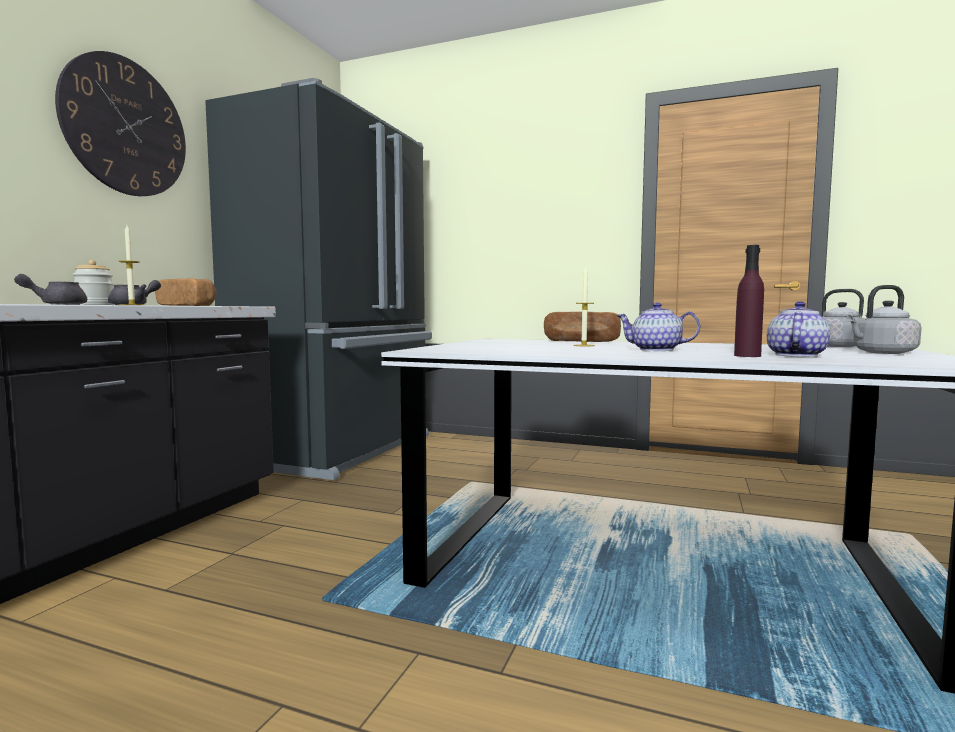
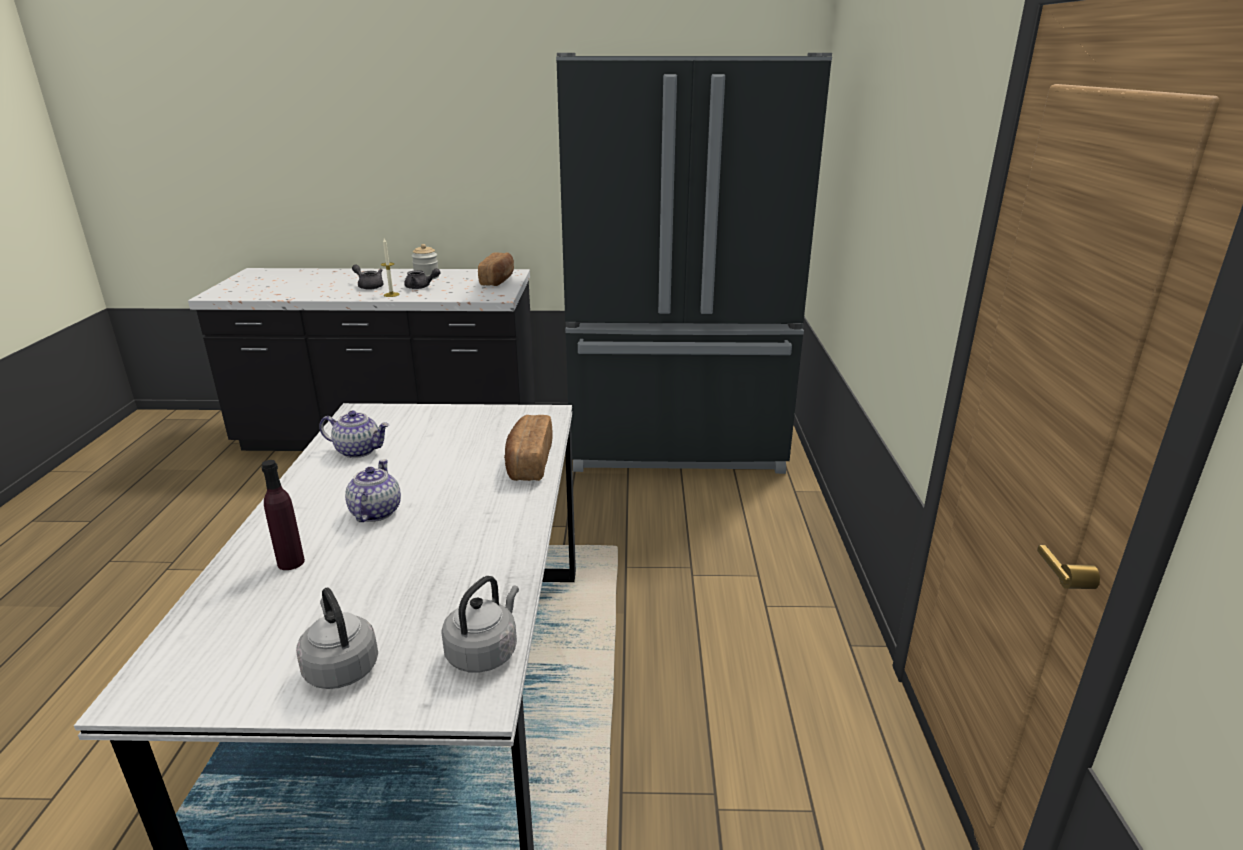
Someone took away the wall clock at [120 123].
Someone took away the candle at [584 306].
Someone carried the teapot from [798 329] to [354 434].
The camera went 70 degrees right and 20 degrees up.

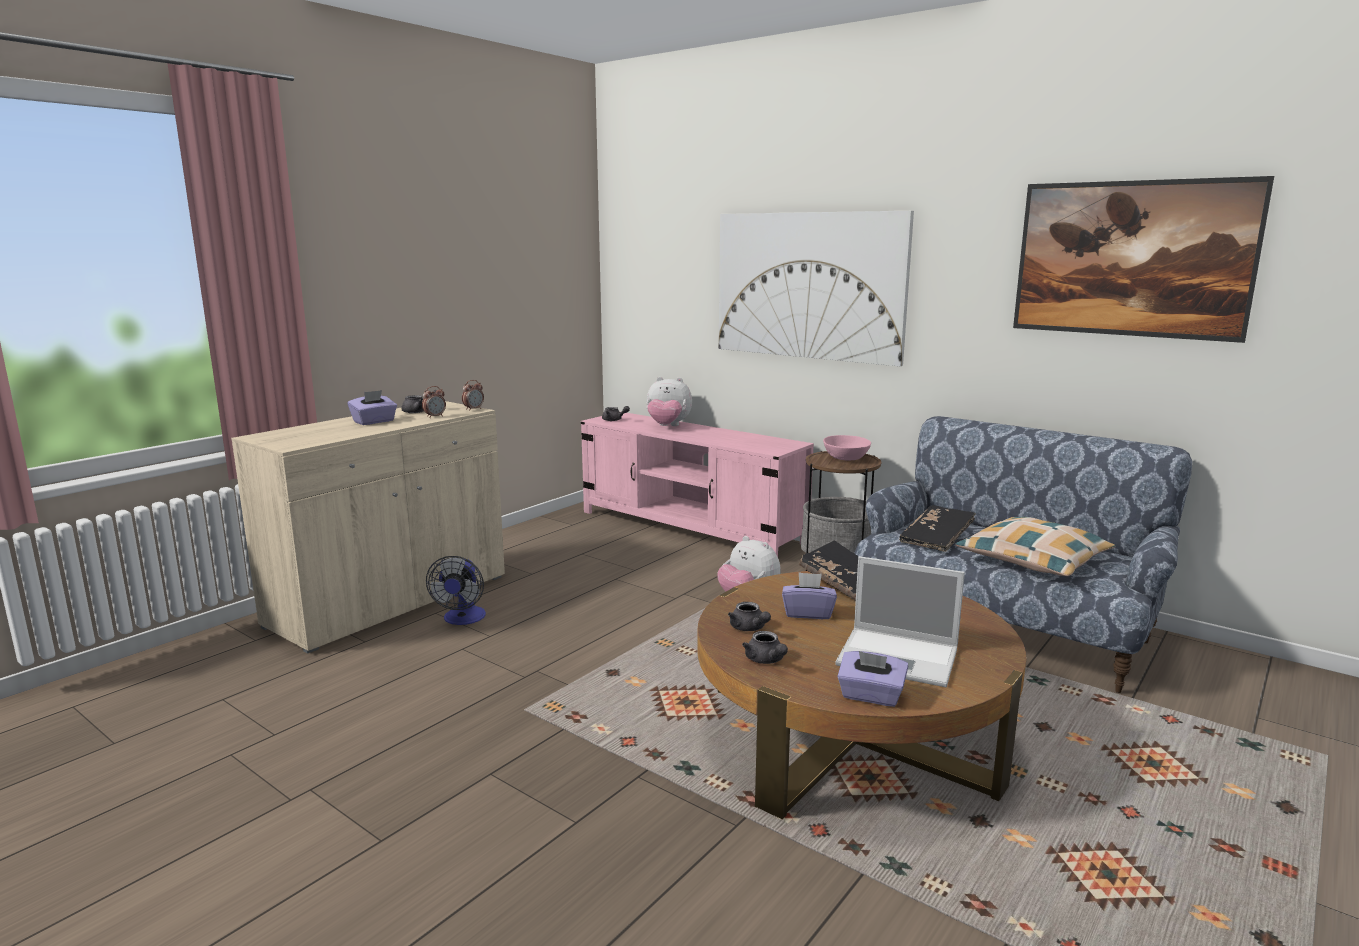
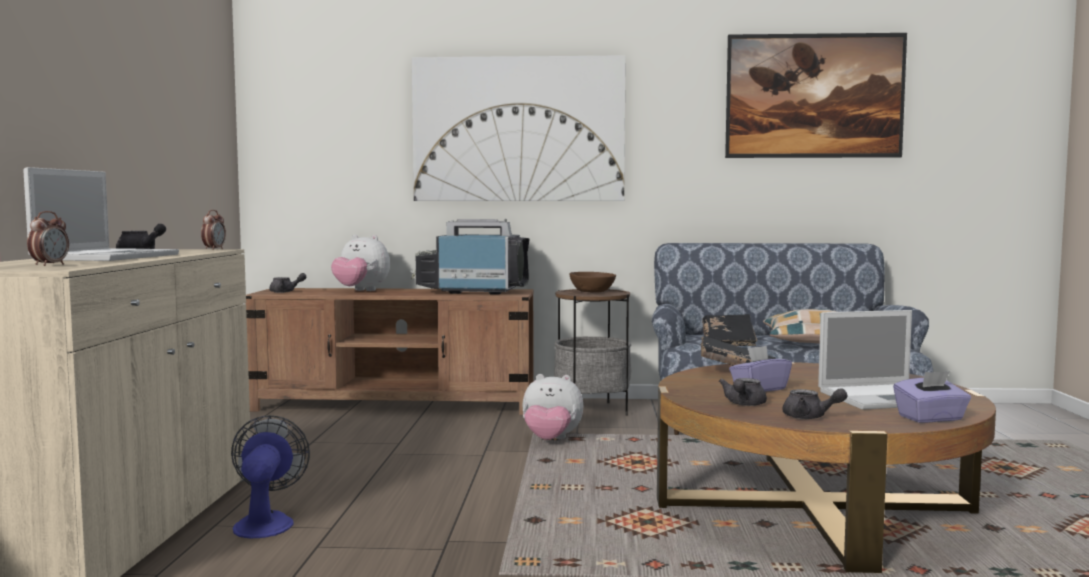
Someone swapped the purple tissue box at [372 407] for the laptop at [101 214].
Someone carried the alarm clock from [434 402] to [48 238].
Someone rotated the fan at [456 590] by 150 degrees counterclockwise.
Someone repainted the pink tv stand at [697 485], which became the brown tv stand at [389 351].
Someone rotated the plush toy at [669 401] by 45 degrees clockwise.
Someone rotated the grey teapot at [749 616] by 90 degrees clockwise.
Someone repainted the pink bowl at [847 448], which became the brown bowl at [592 282].
Someone put down the television at [470 257].
The camera went 35 degrees left and 10 degrees down.

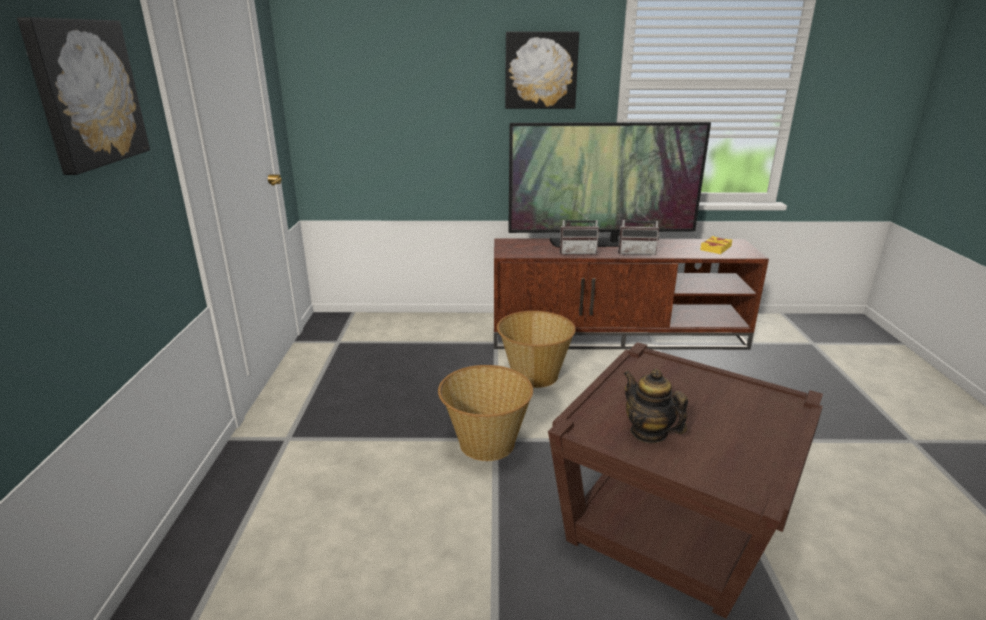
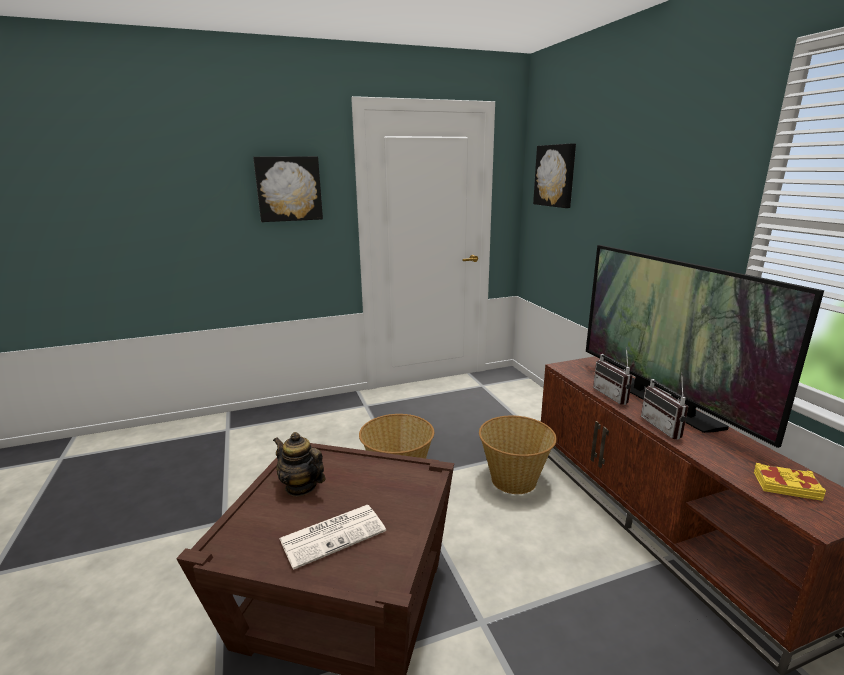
Someone carried the picture from [542 70] to [554 175].
Someone rotated the teapot at [655 406] by 90 degrees counterclockwise.
Someone put down the newspaper at [332 537].
The camera went 70 degrees right and 5 degrees down.

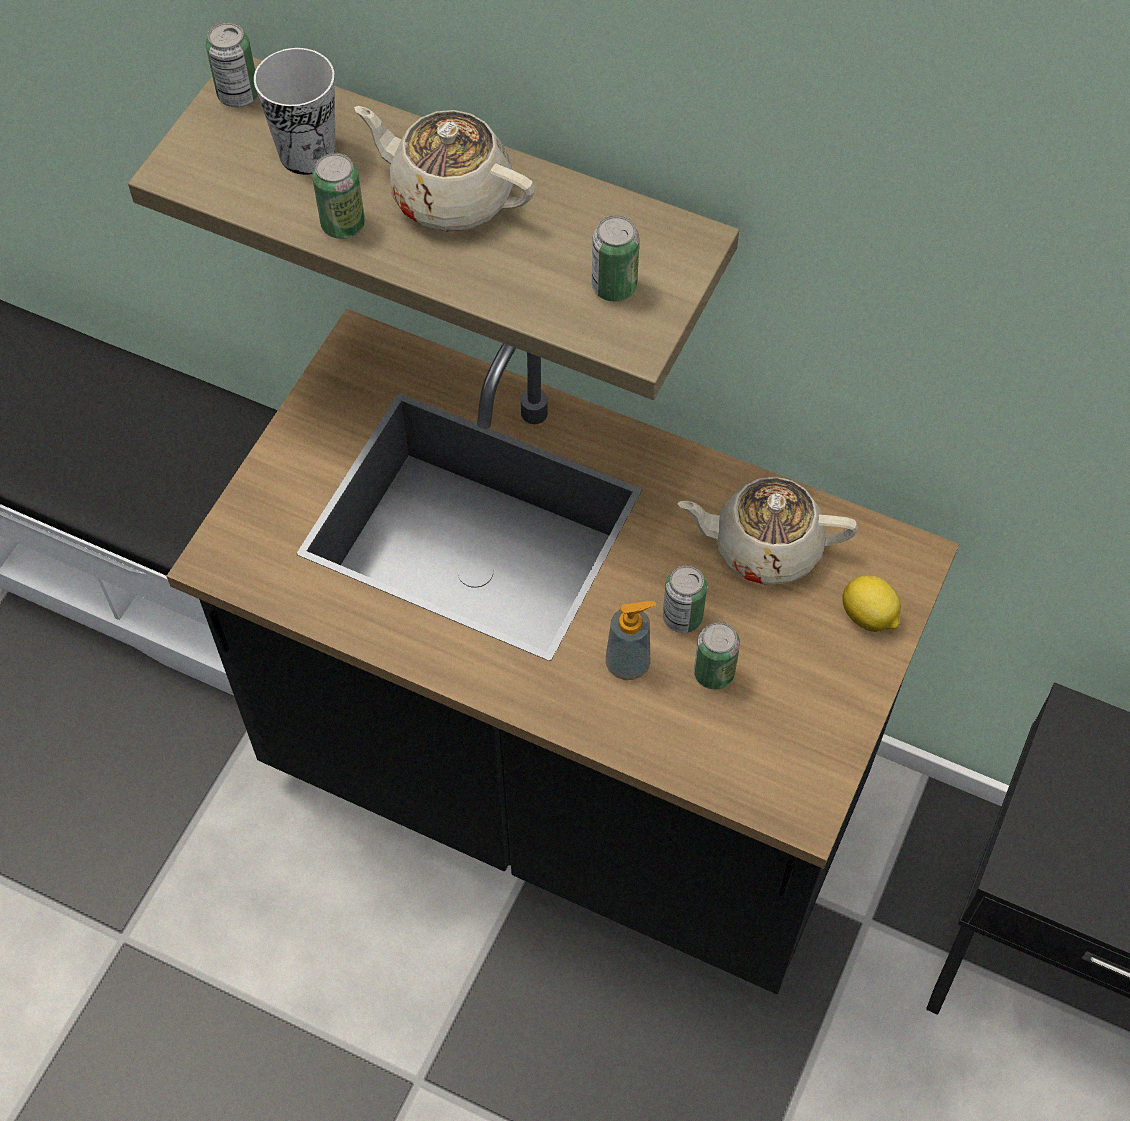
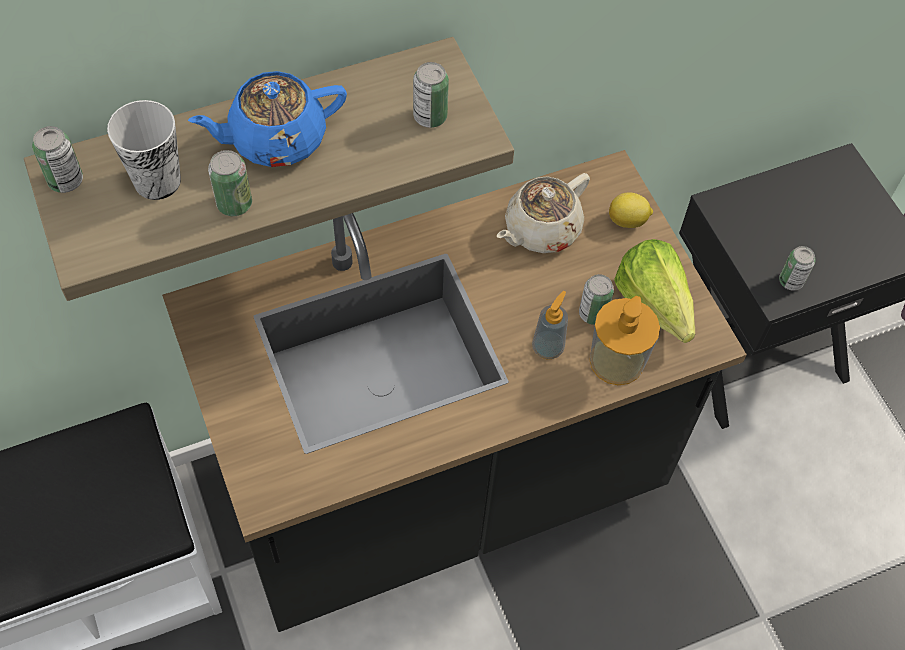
Someone repainted the beige teapot at [444 168], which became the blue teapot at [267 119].
Someone carried the can from [685 599] to [797 268].
Someone put down the soap dispenser at [625 340].
Someone put down the lettuce at [654 291].
The camera went 50 degrees left and 0 degrees up.

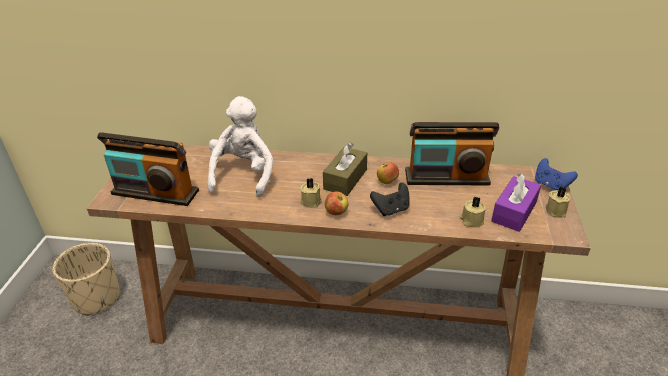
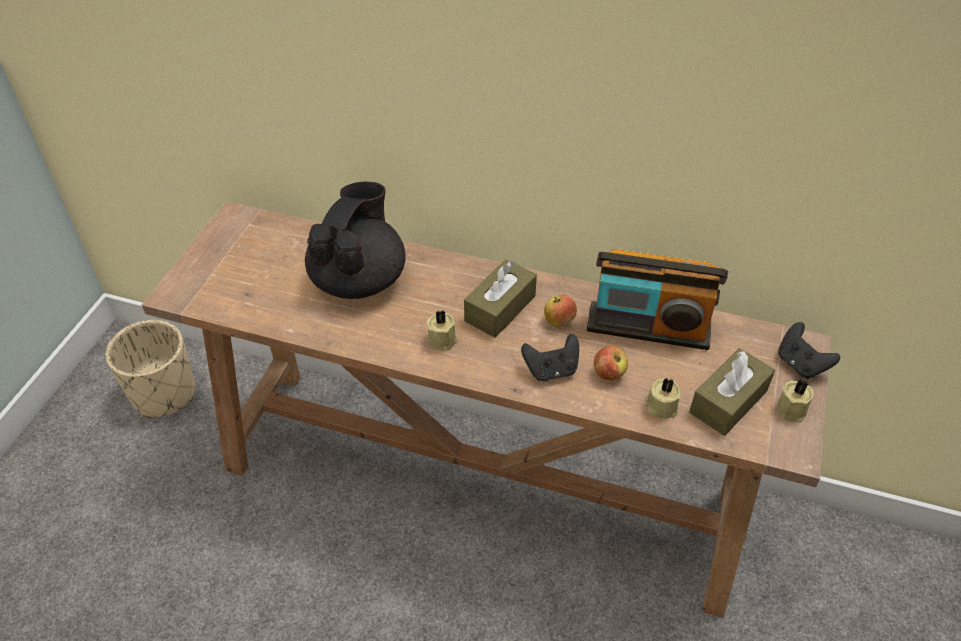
Someone took away the radio at [148 169].
Someone swapped the white plush toy at [240 147] for the black teapot at [355 240].
Someone carried the apple from [336 203] to [611 363].
Someone repainted the purple tissue box at [516 202], which became the brown tissue box at [732 392].
Someone repainted the blue game controller at [556 174], which became the black game controller at [809 350].
The camera went 10 degrees right and 10 degrees up.

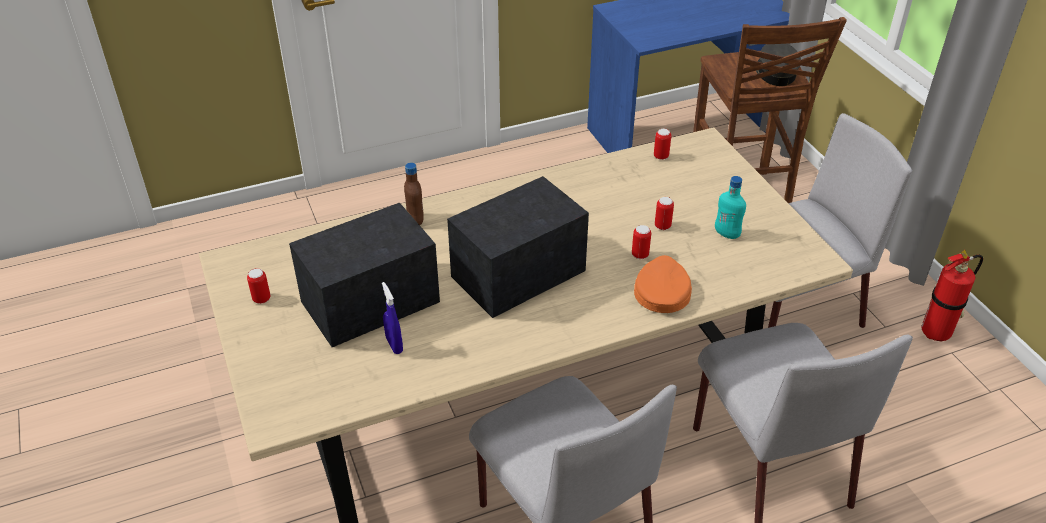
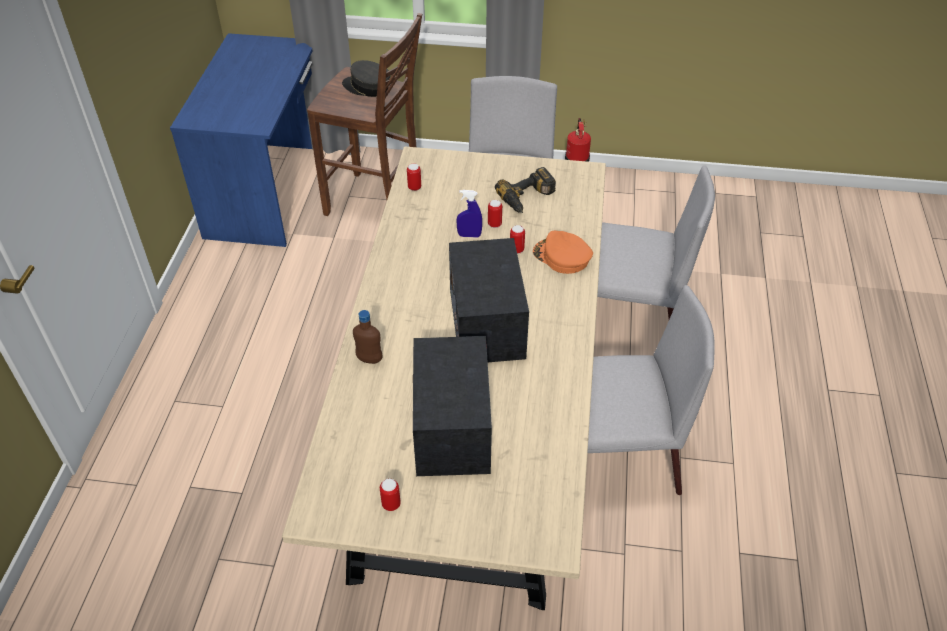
Someone carried the blue spray bottle from [392 318] to [469 214].
Someone swapped the turquoise bottle at [730 207] for the power drill at [525 190].
The camera went 60 degrees left and 5 degrees up.

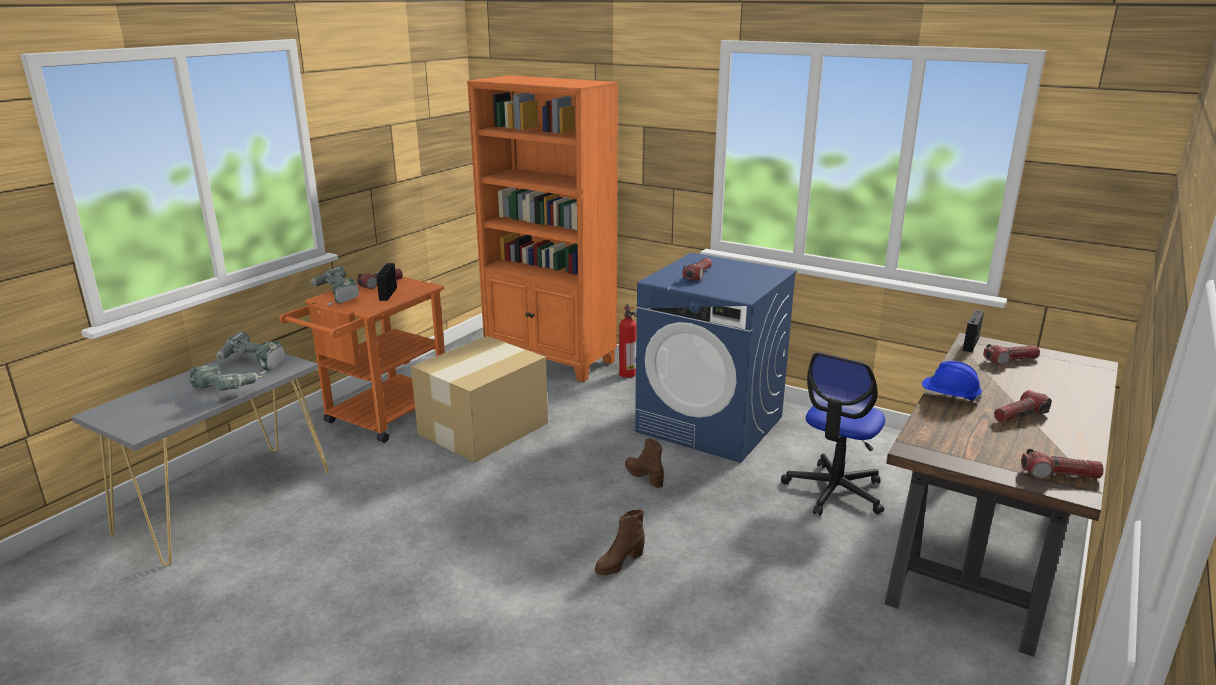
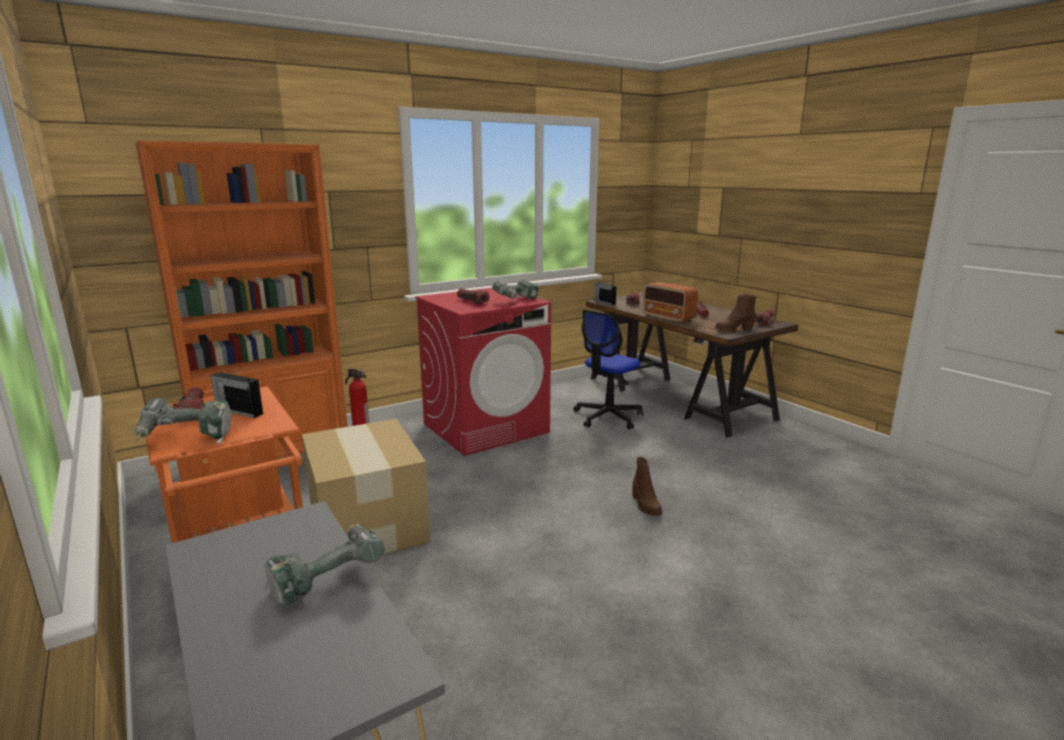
Someone carried the power drill from [249 353] to [517 289].
Someone carried the brown boot from [644 463] to [735 313].
Someone repainted the blue washing machine at [716 358], which became the red washing machine at [483 372].
Someone rotated the office chair at [833 434] by 75 degrees clockwise.
Someone swapped the blue hard hat at [952 381] for the radio at [670 302].
The camera went 65 degrees left and 5 degrees down.

